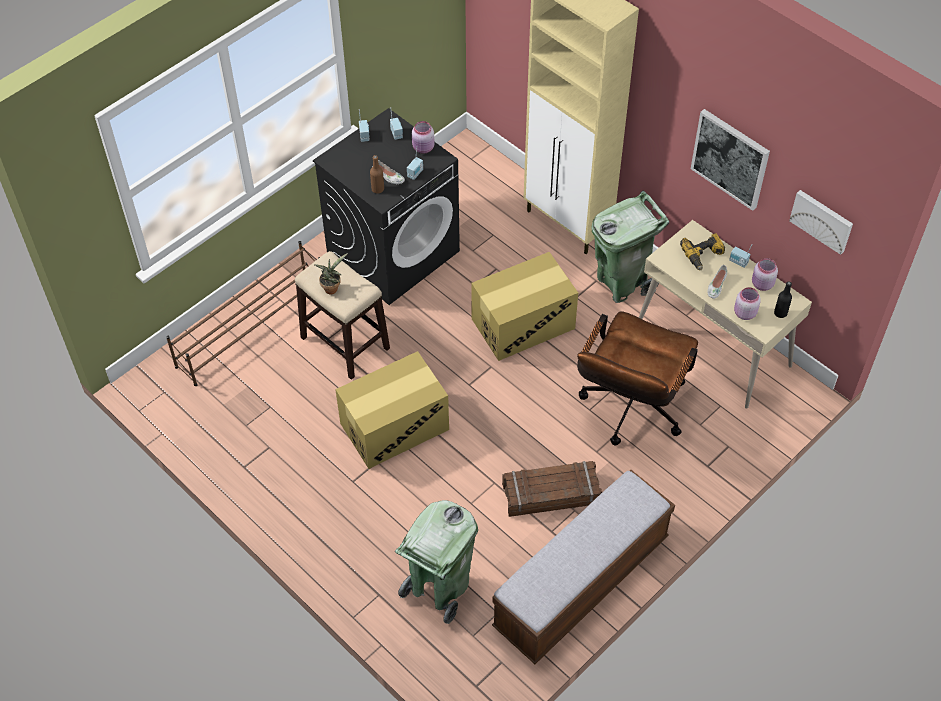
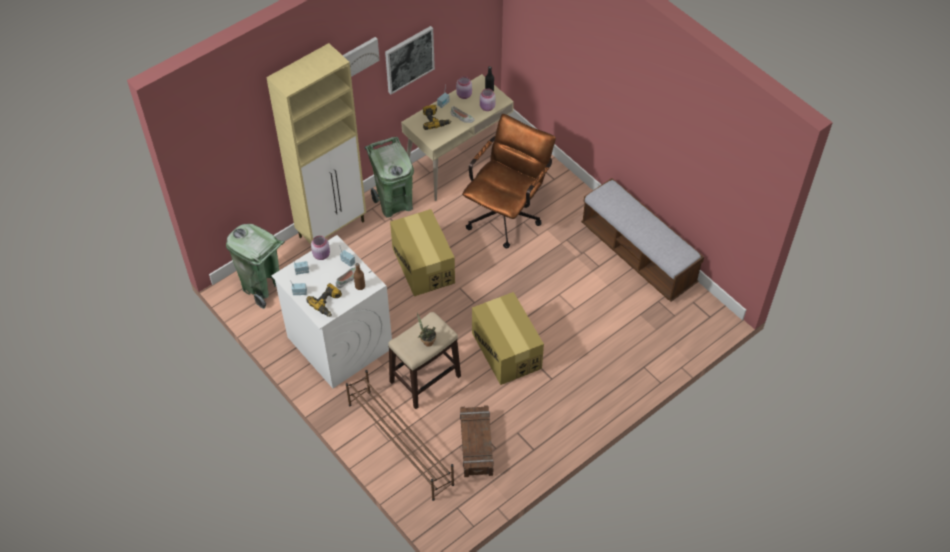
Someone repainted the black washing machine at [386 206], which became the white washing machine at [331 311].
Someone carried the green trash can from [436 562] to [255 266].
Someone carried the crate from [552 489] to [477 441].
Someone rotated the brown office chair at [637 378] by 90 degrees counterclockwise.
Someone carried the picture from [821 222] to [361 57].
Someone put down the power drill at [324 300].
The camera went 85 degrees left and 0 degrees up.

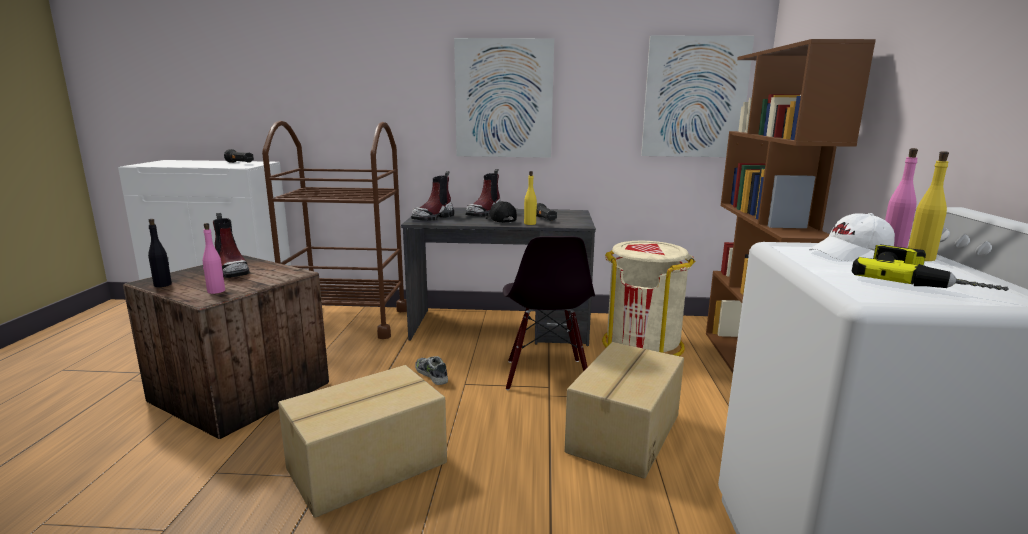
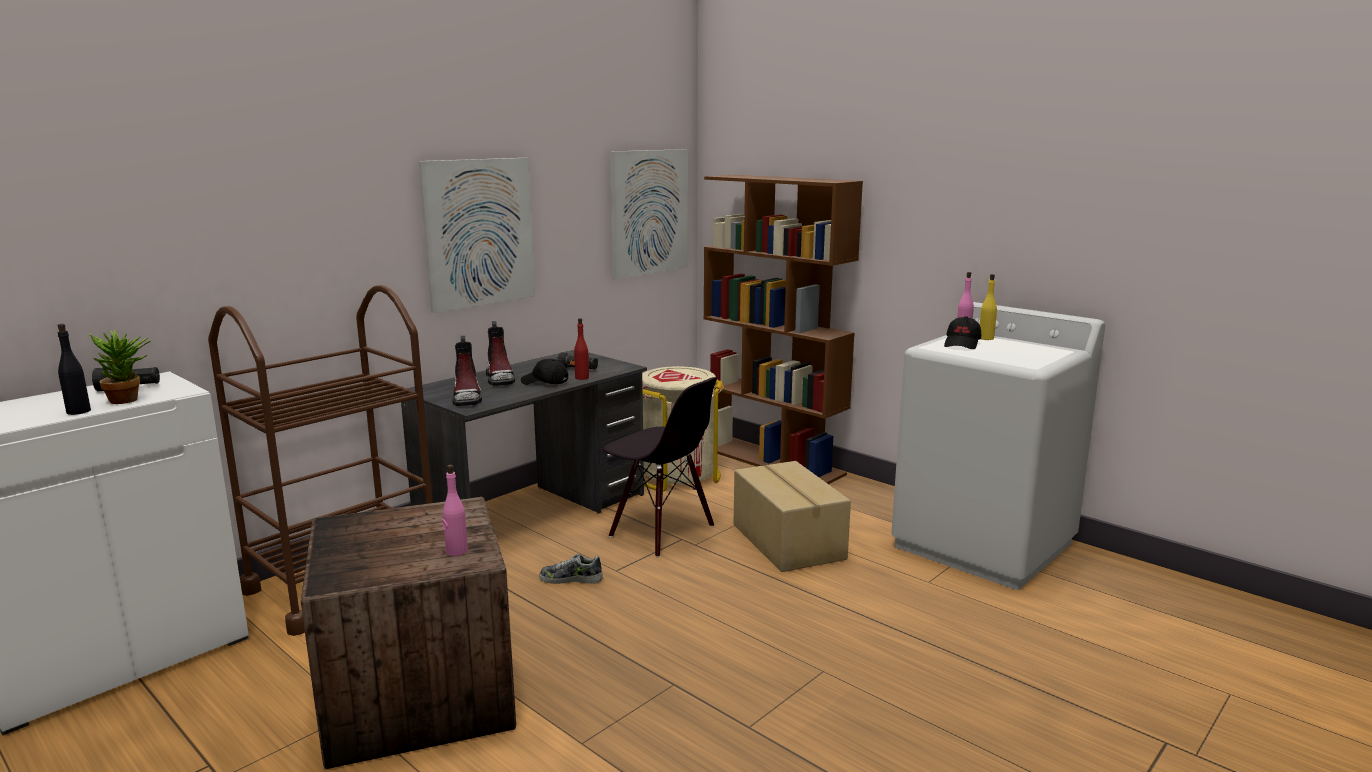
Someone carried the black bottle from [160 253] to [74 369].
Someone took away the boot at [231 245].
Someone took away the cardboard box at [362 441].
Someone repainted the yellow bottle at [530 198], which became the red bottle at [581 349].
Someone repainted the white cap at [852 237], which became the black cap at [962 332].
Someone took away the power drill at [930 267].
Someone put down the potted plant at [120 367].
The camera went 50 degrees left and 0 degrees up.

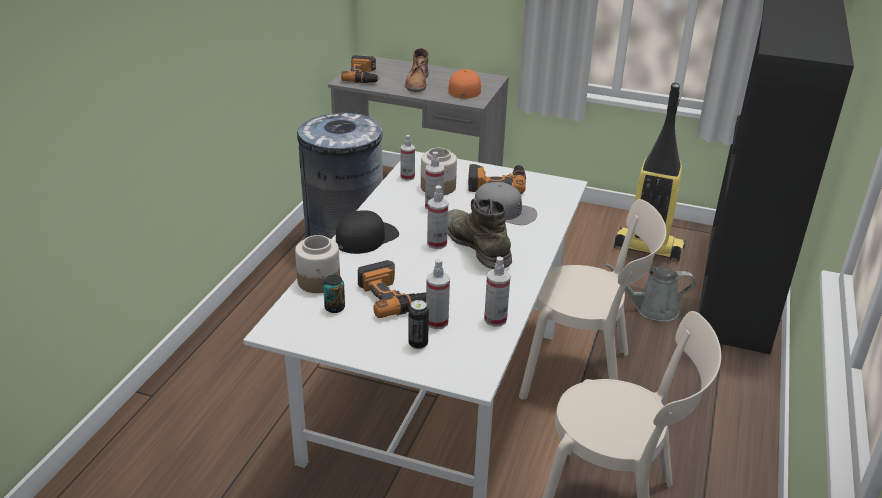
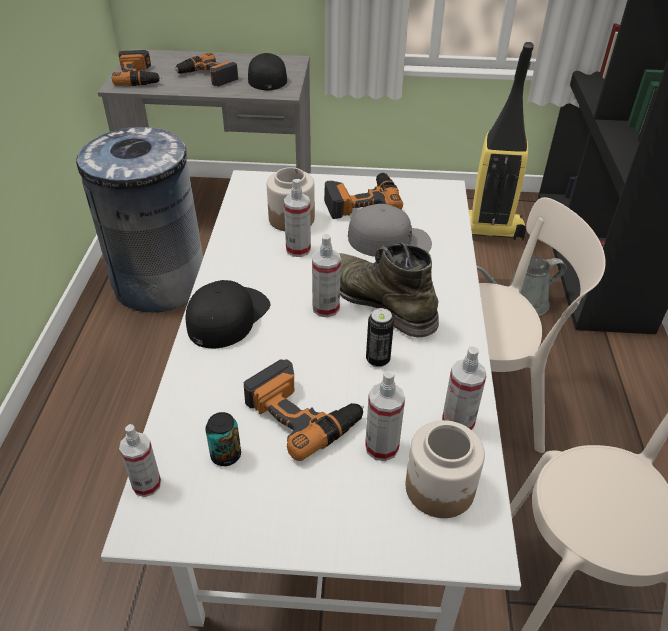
Someone carried the jar from [317 264] to [445 469].
Someone carried the spray bottle from [408 157] to [140 460].
Someone swapped the brown boot at [417 70] for the power drill at [206 69].
Someone carried the can from [418 324] to [380 337].
Someone repainted the orange cap at [465 84], which became the black cap at [267 71].
The camera went 15 degrees left and 10 degrees up.

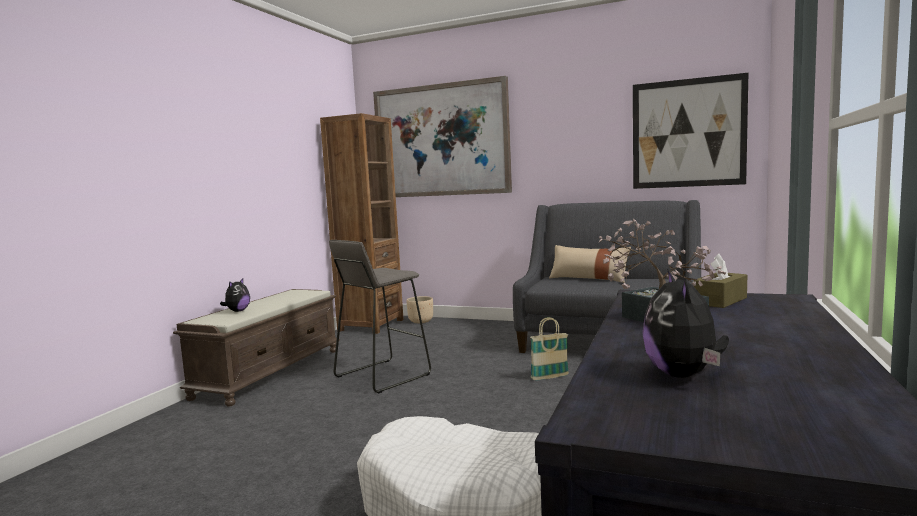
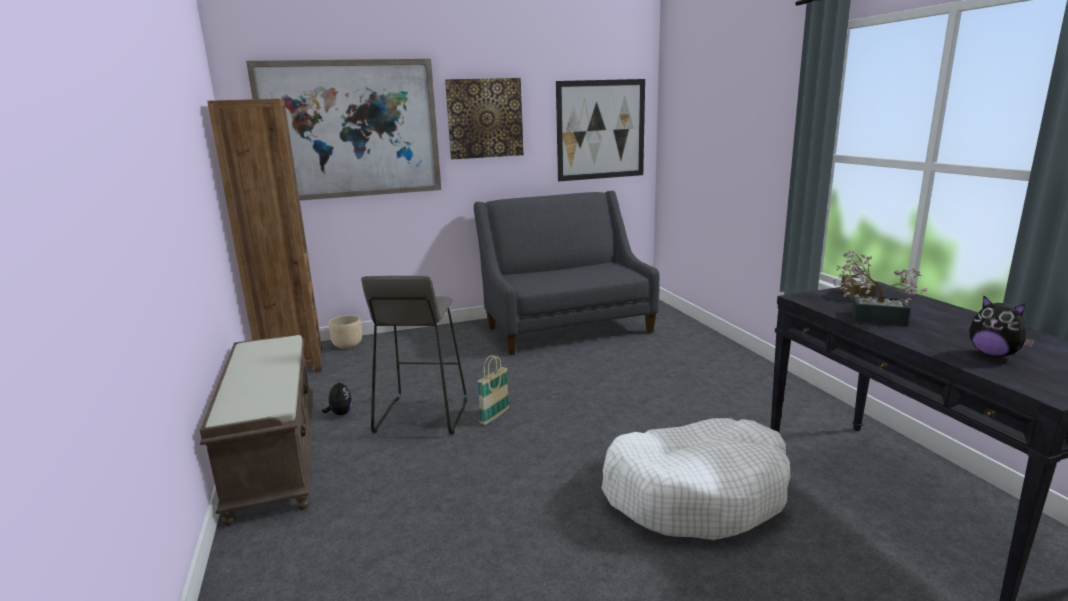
Someone carried the plush toy from [235 295] to [337 398].
Someone carried the basket from [549 348] to [493 390].
Someone took away the beige pillow at [590 264].
Someone put up the picture at [484 118].
The camera went 40 degrees left and 10 degrees up.

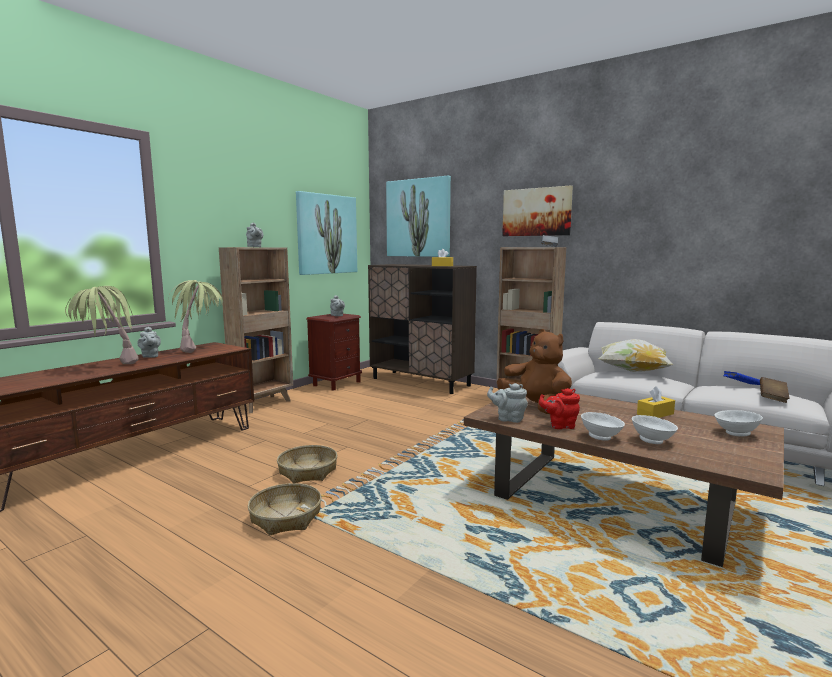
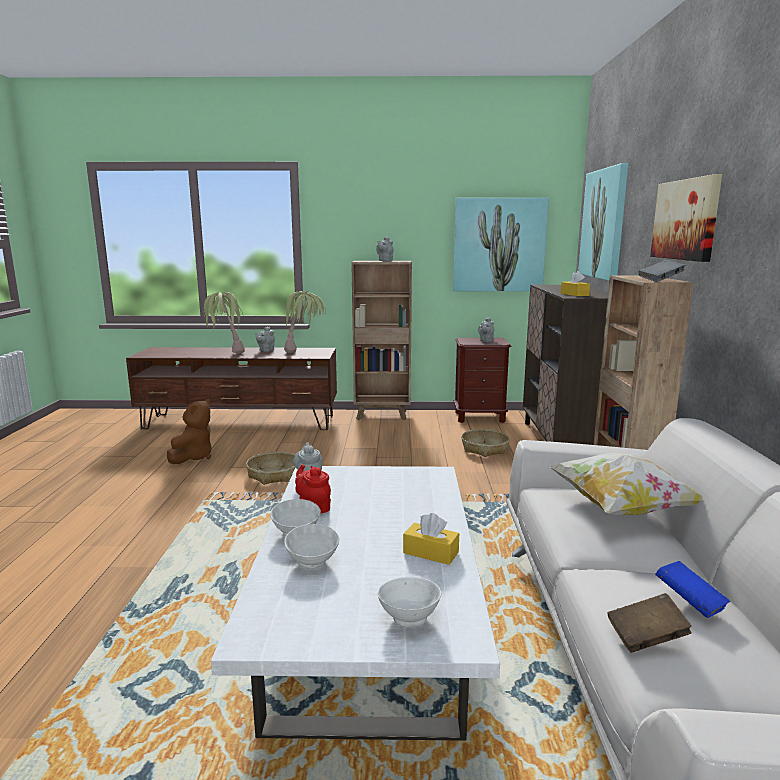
Someone carried the basket from [285 509] to [485 443].
Someone repainted the brown coffee table at [624 480], which became the white coffee table at [355 603].
Someone carried the brown plush toy from [534 371] to [189 431].
The camera went 55 degrees right and 5 degrees up.

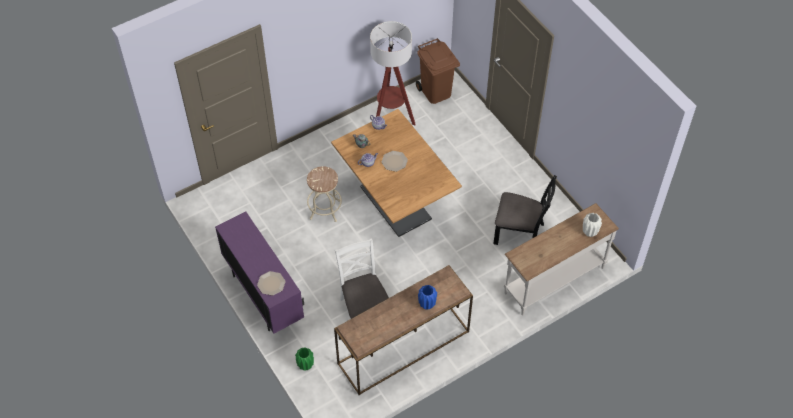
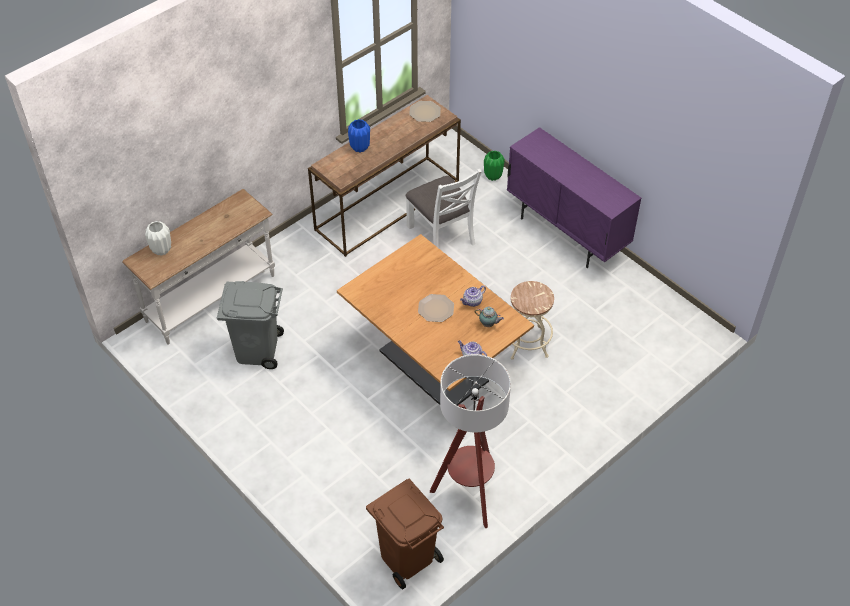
Someone carried the plate from [271 283] to [425 111].
Someone swapped the black chair at [525 210] for the grey trash can at [250 325].
The camera went 170 degrees right and 5 degrees down.

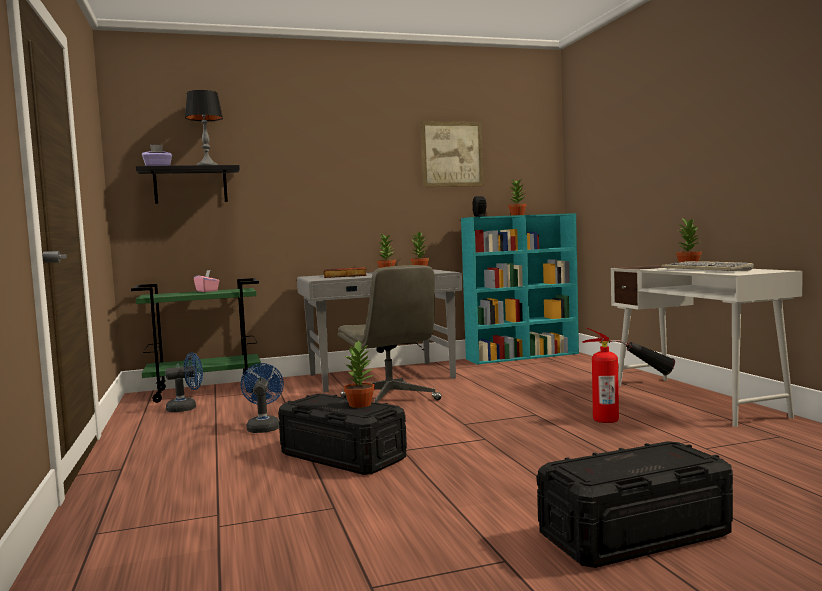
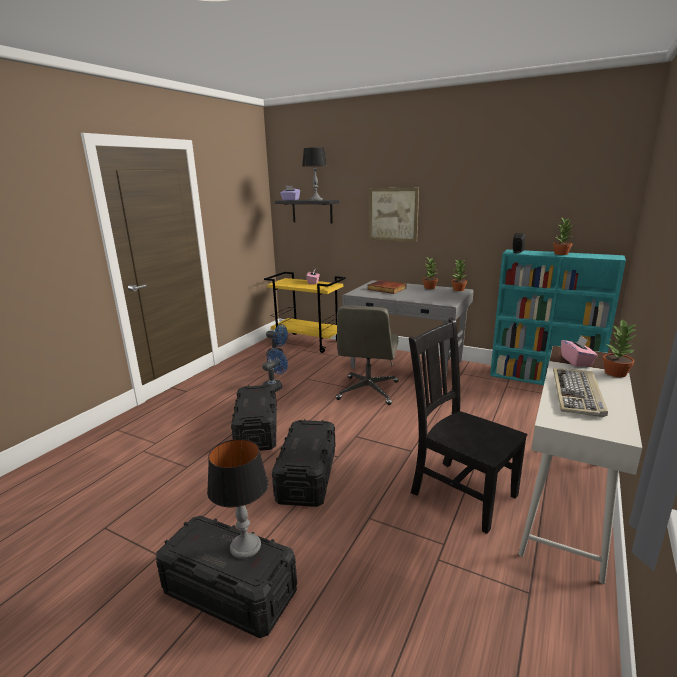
Someone repainted the green cart at [196 340], which became the yellow cart at [305 312].
Someone took away the potted plant at [359 374].
Someone carried the picture from [452 154] to [394 215].
Someone swapped the fire extinguisher at [629 375] for the black chair at [468 426].
Someone put down the table lamp at [237 499].
Someone put down the black storage box at [303 463].
Someone put down the pink tissue box at [579 351].
The camera went 45 degrees right and 15 degrees up.

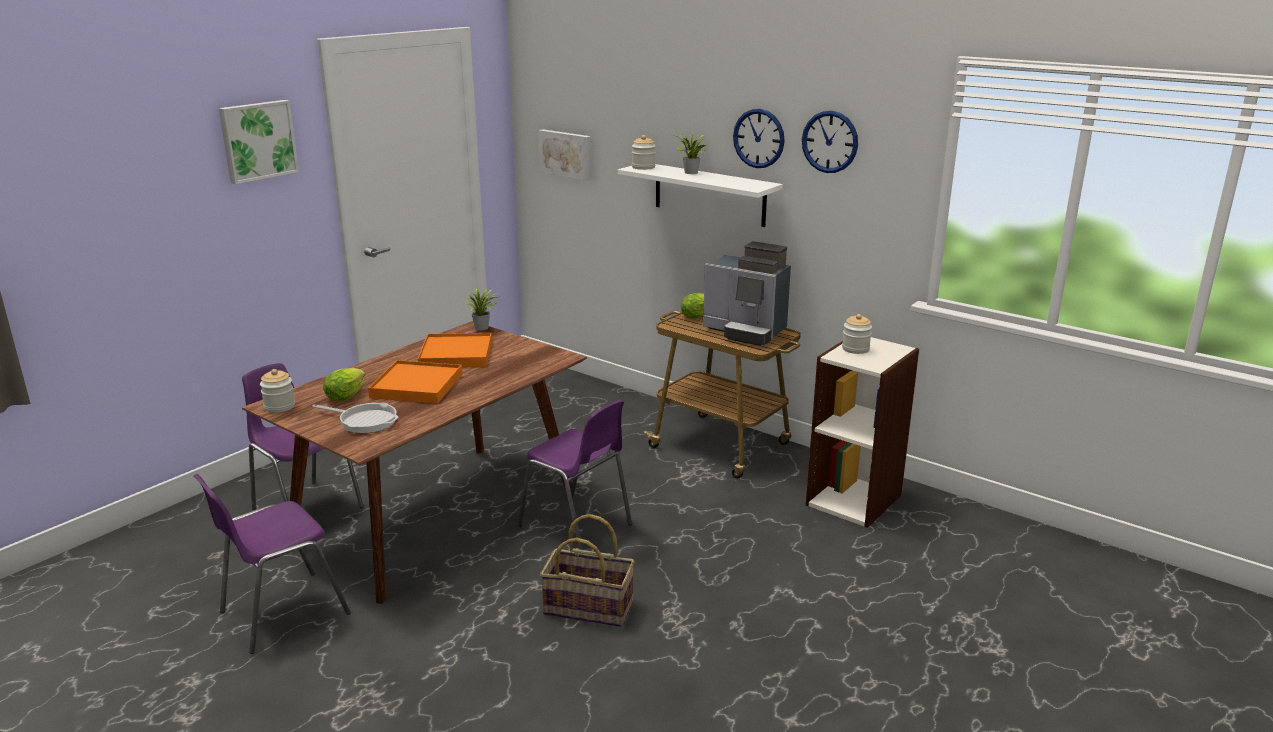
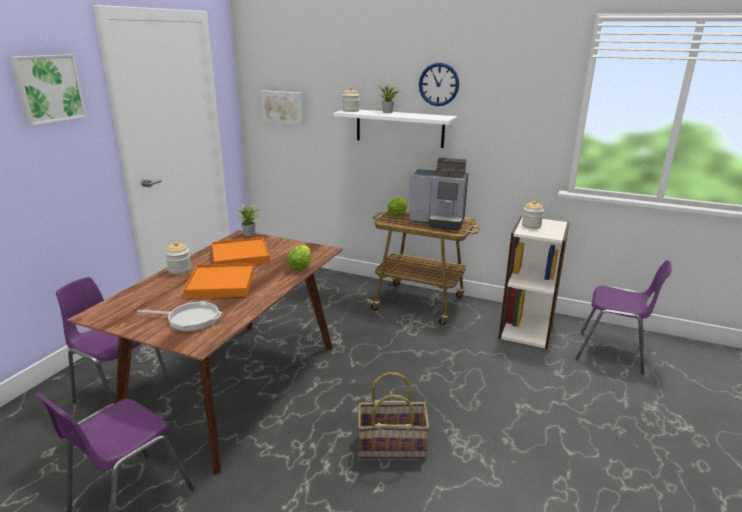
Someone carried the jar from [277 391] to [178 258].
Someone carried the lettuce from [344 384] to [299 258].
Someone carried the purple chair from [575 475] to [623 317].
Someone took away the wall clock at [830 142].
The camera went 15 degrees left and 0 degrees up.

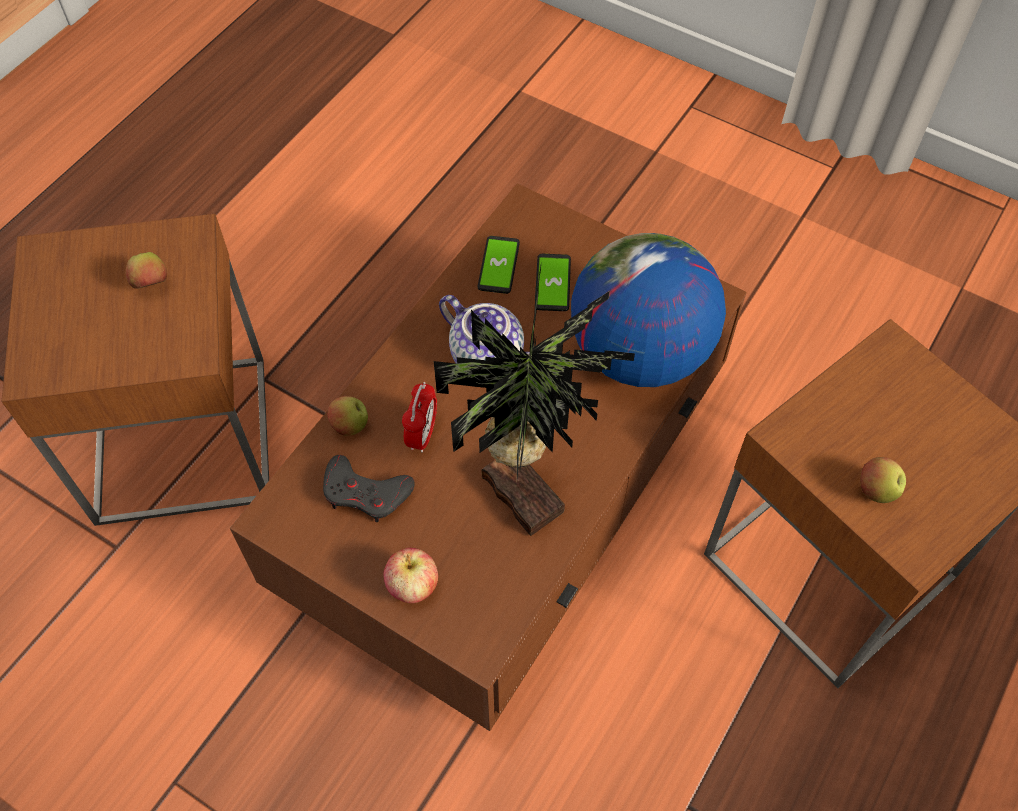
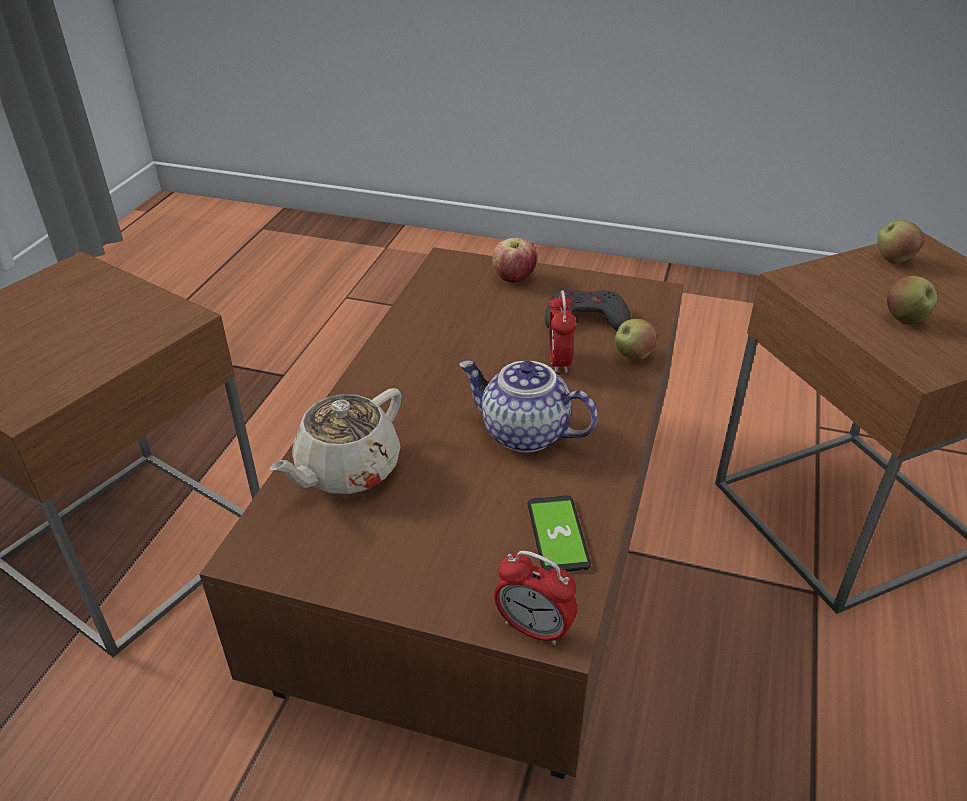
Someone took away the potted plant at [534 401].
Someone took away the phone at [553 282].
Someone swapped the globe at [648 310] for the beige teapot at [336 441].
Someone carried the apple from [883 480] to [901 242].
Someone put down the alarm clock at [535 598].
The camera went 165 degrees right and 20 degrees down.

